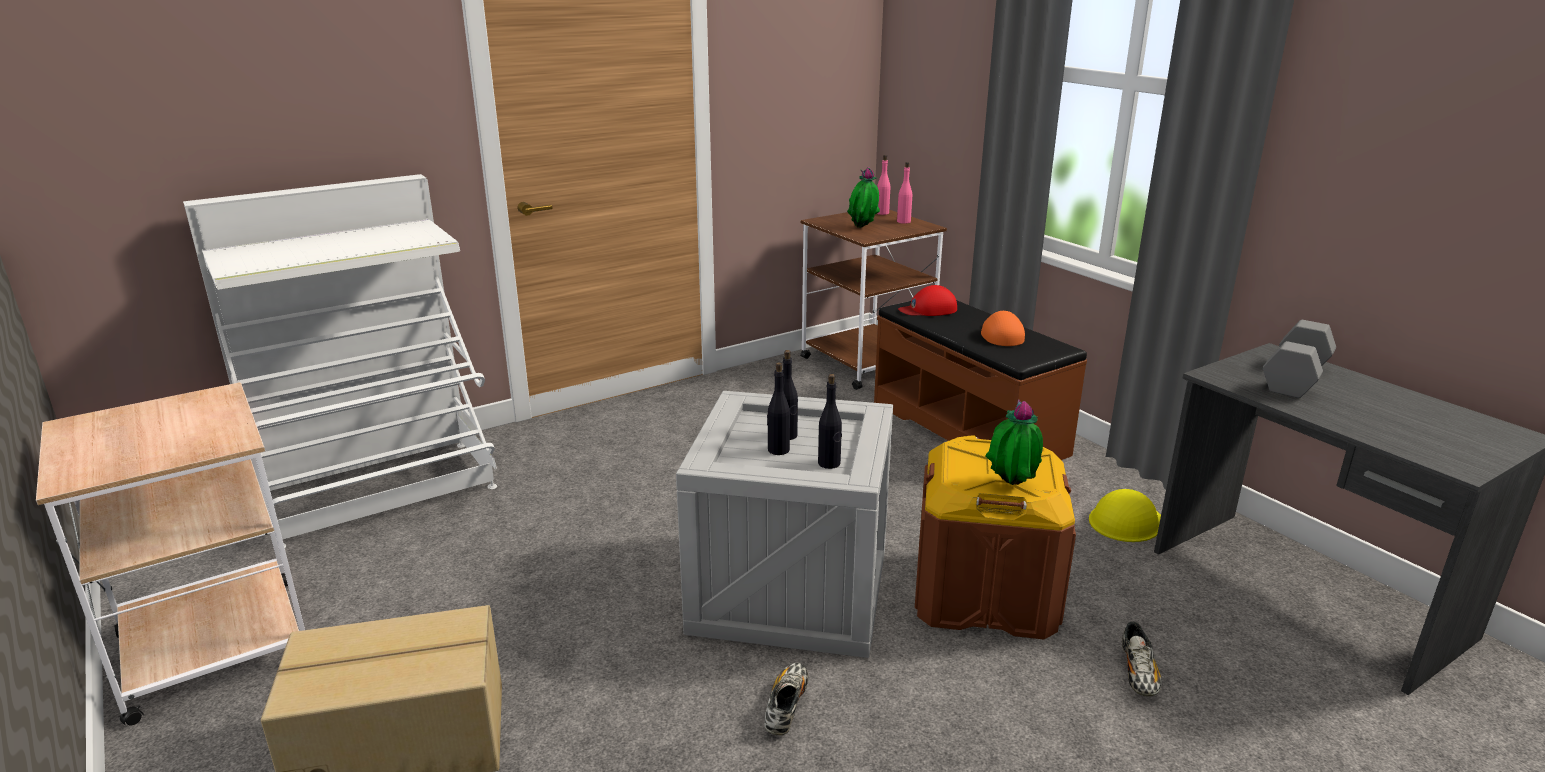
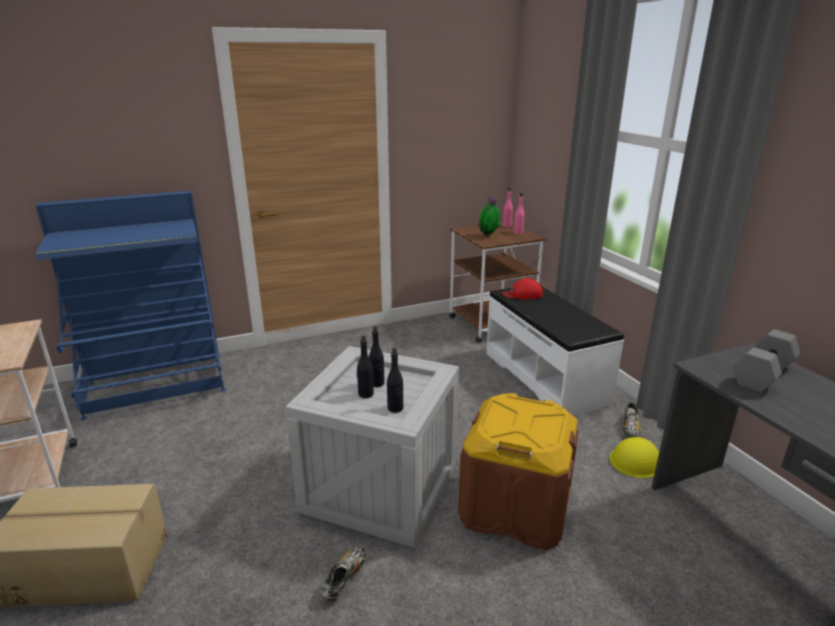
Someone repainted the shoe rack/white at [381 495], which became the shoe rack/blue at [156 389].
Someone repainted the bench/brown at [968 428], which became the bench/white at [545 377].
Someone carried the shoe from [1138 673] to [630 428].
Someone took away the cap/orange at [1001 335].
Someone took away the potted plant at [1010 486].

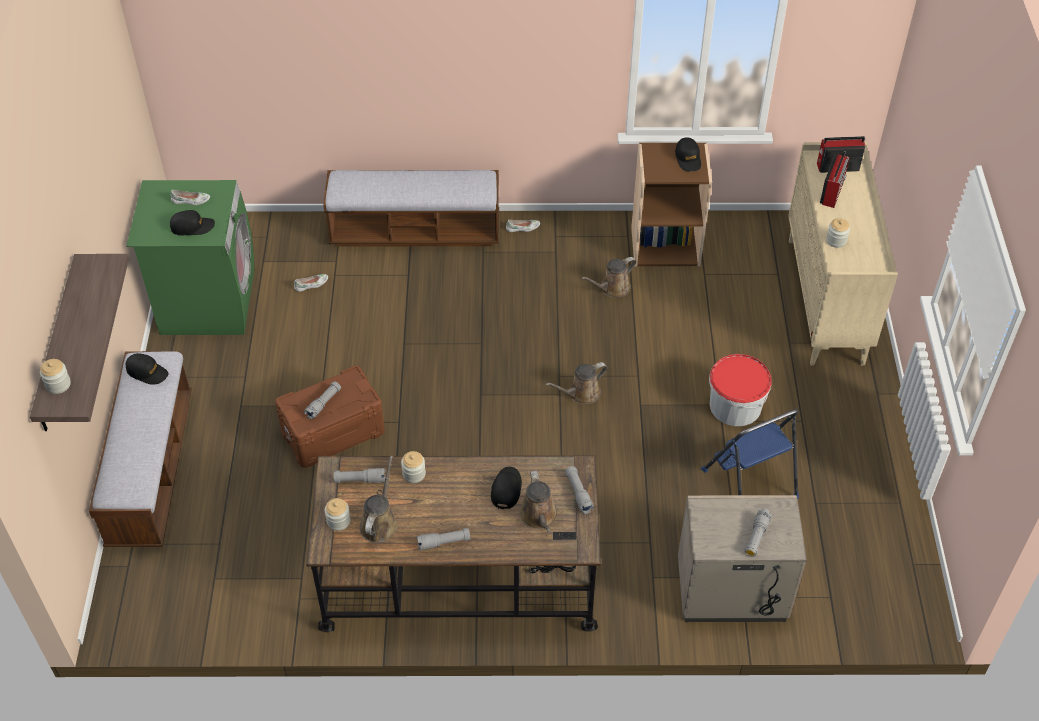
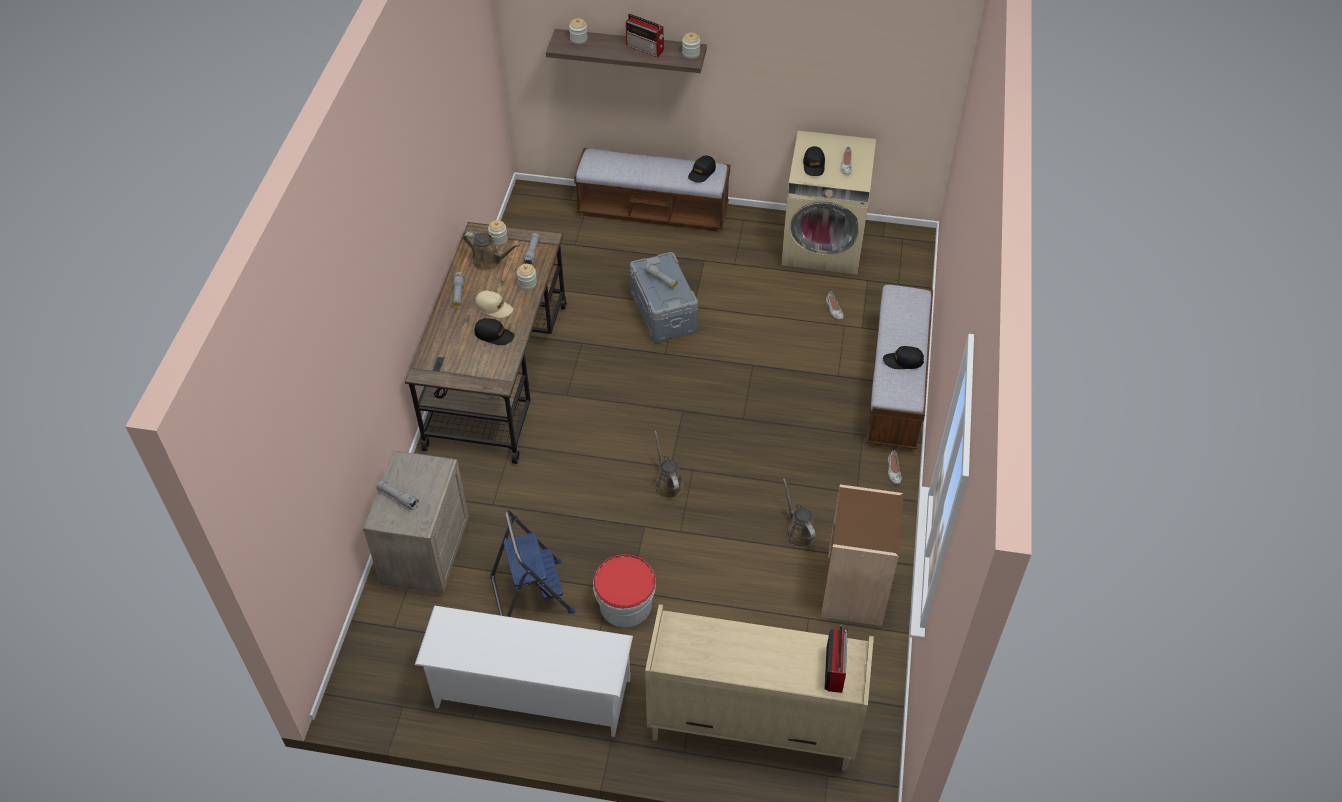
Someone put down the shoe rack/white at [531 693].
Someone put down the cap/beige at [494 307].
Someone carried the radio from [832 192] to [645 48].
Someone repainted the storage box/brown at [332 431], which became the storage box/grey at [664 312].
Someone carried the jar from [836 240] to [691 53].
Someone repainted the washing machine/green at [206 300], which became the washing machine/beige at [824 244].
Someone carried the cap/black from [688 158] to [903 361].
Someone took away the watering can/brown at [539 517].
Someone took away the flashlight/grey at [578 493].

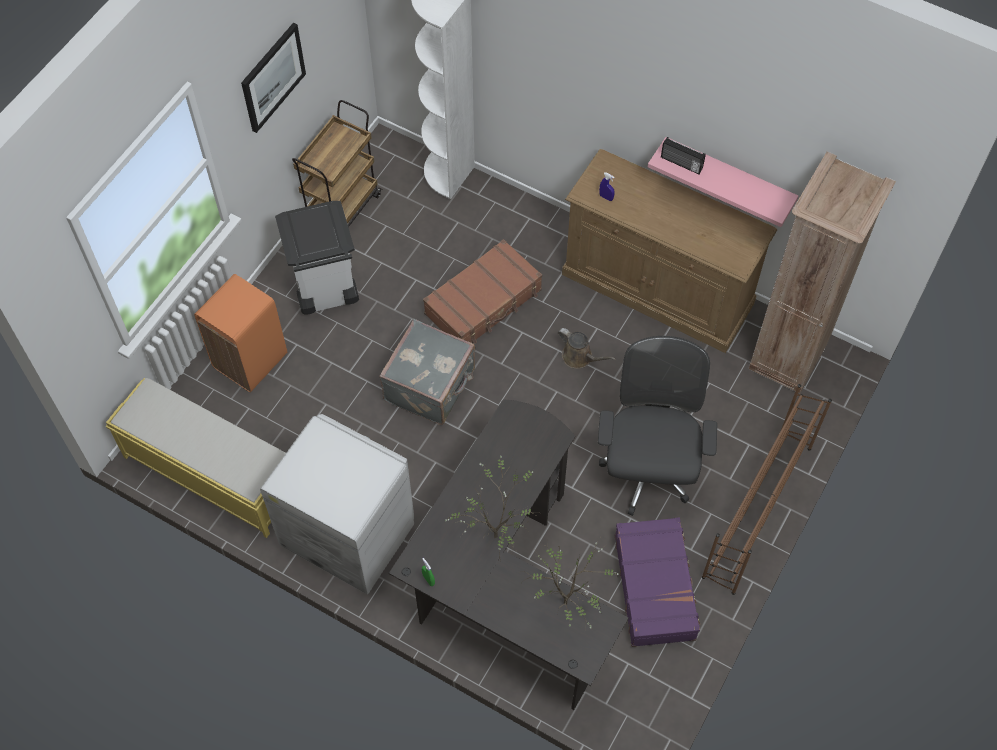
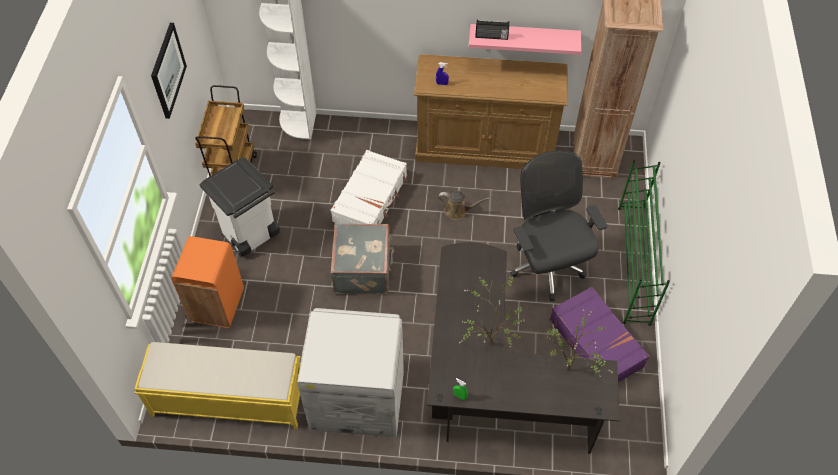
Someone repainted the suitcase/brown at [484 302], which became the suitcase/white at [371 199].
Someone repainted the shoe rack/brown at [756 512], which became the shoe rack/green at [633 264].

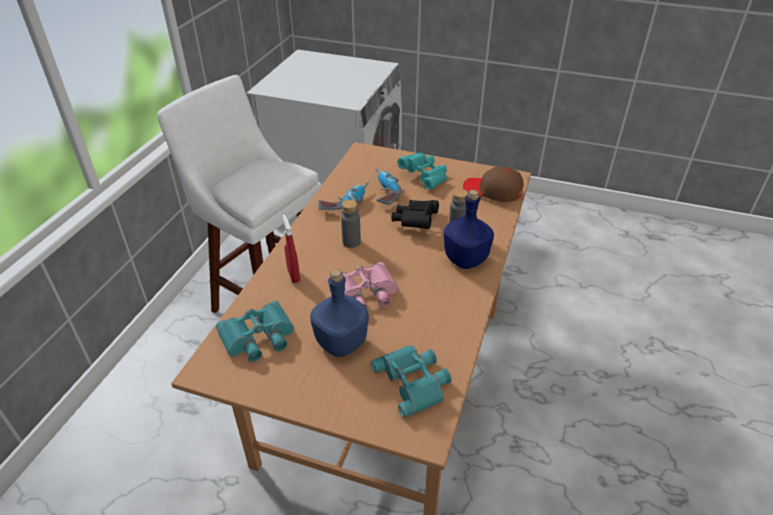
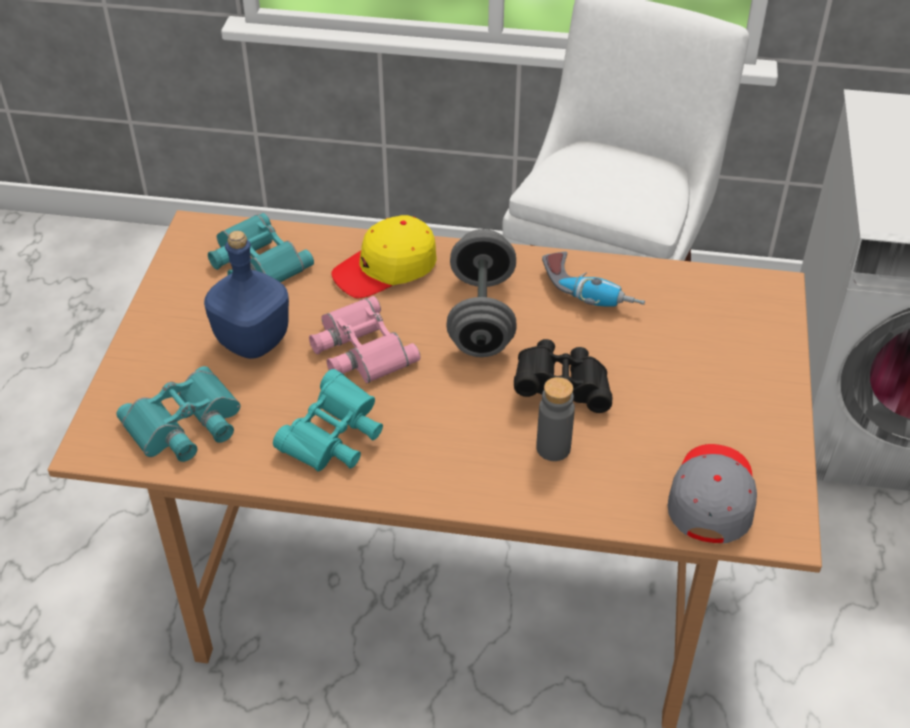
Someone carried the binoculars/turquoise from [425 177] to [333 439].
Someone swapped the spray bottle/red at [293 275] for the cap/yellow at [386 268].
Someone swapped the bottle/grey at [351 242] for the dumbbell/grey at [481 316].
Someone repainted the cap/brown at [492 191], which became the cap/grey at [711 497].
Someone took away the power drill at [383 192].
Someone took away the bottle/blue at [465 260].

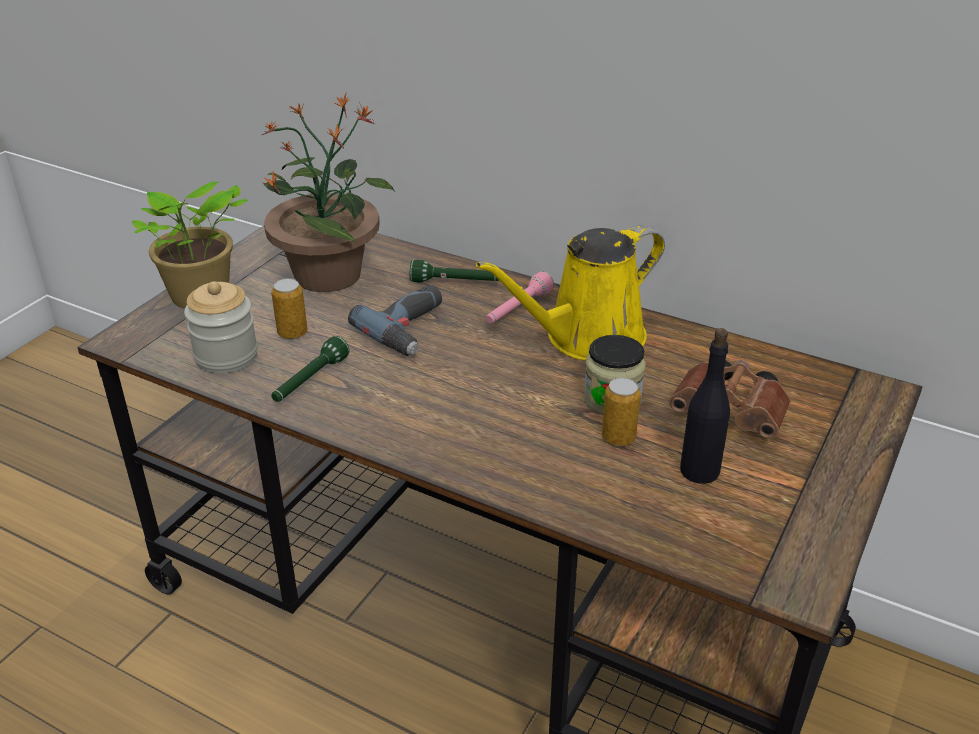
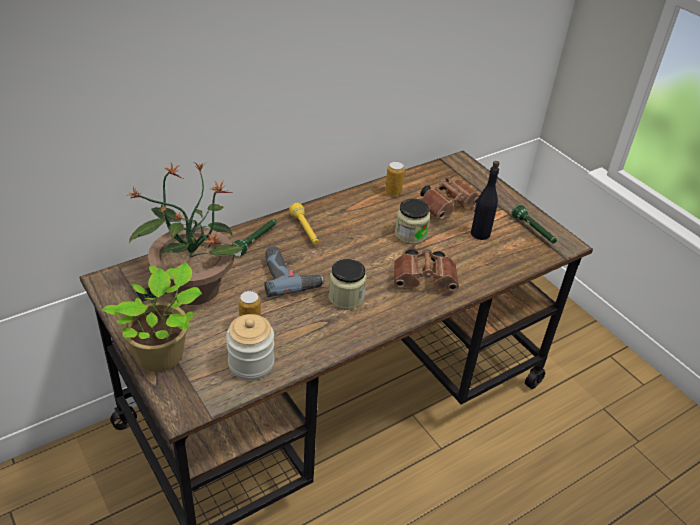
Someone repainted the flashlight/pink at [517 309], which became the flashlight/yellow at [305 230].
Someone put down the jar at [346 297].
Someone carried the can from [618 438] to [393 192].
Someone put down the binoculars/brown at [426 280].
Someone carried the flashlight/green from [309 381] to [533 230].
Someone took away the watering can/yellow at [587 338].

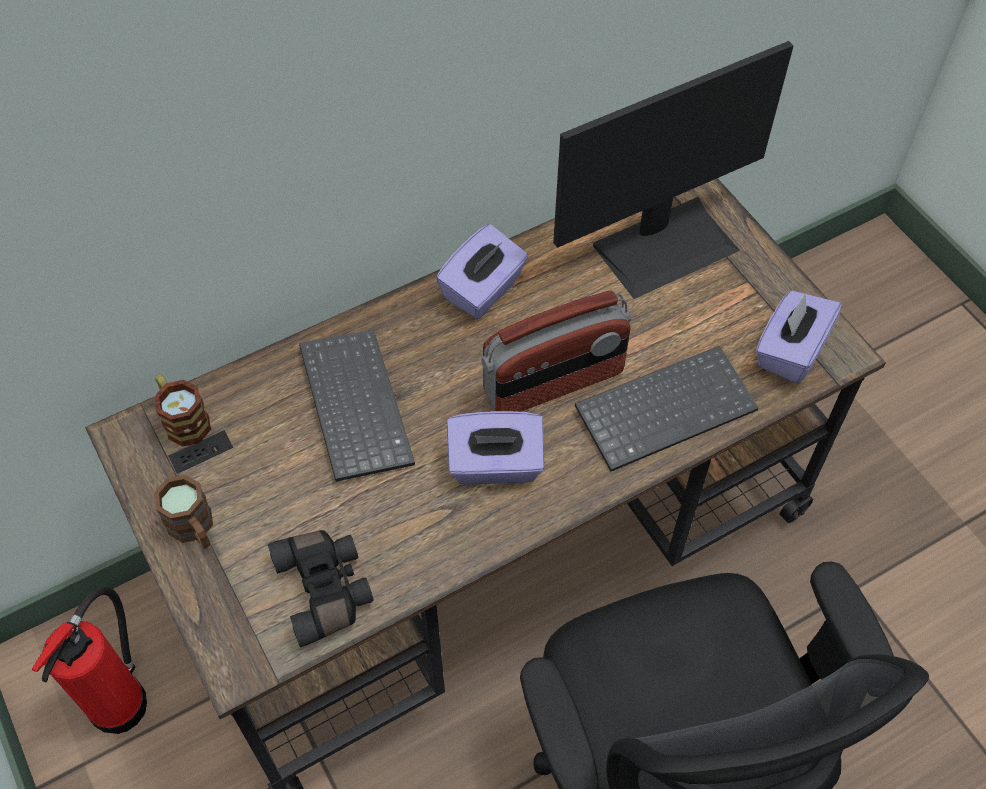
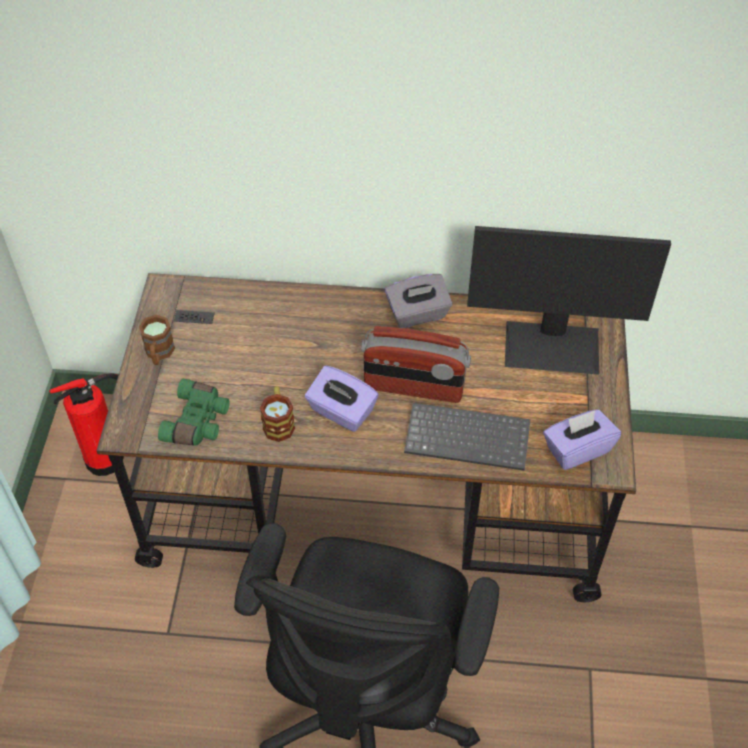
Someone repainted the binoculars/black at [326 589], which became the binoculars/green at [198 422].
Someone carried the mug from [183 419] to [278 422].
Someone repainted the tissue box/purple at [483 290], which became the tissue box/grey at [418 314].
Someone took away the keyboard at [352 404].

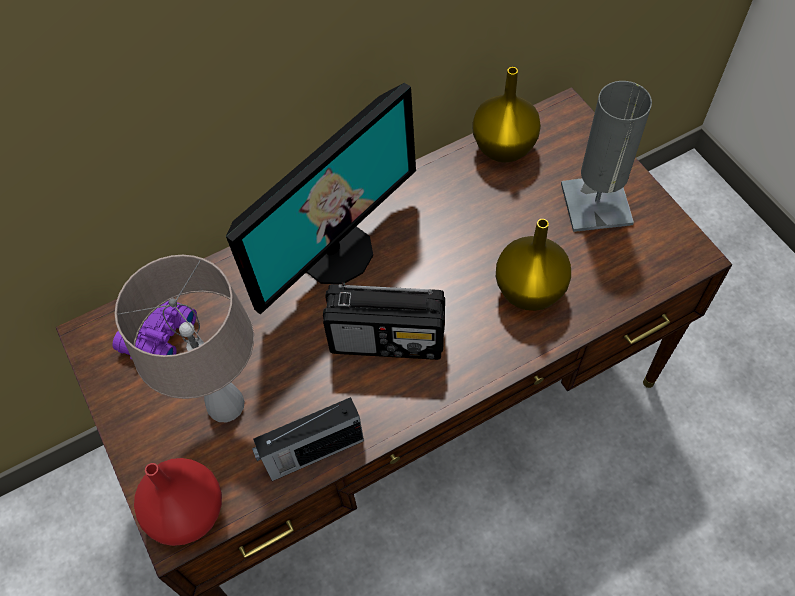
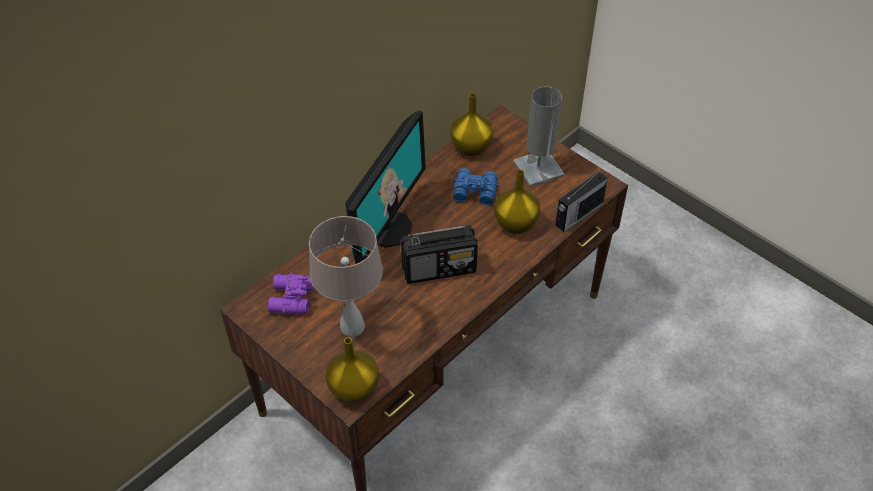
Someone repainted the vase/red at [189 511], which became the vase/yellow at [354 388].
Someone put down the binoculars/blue at [474 190].
Someone carried the radio from [312 452] to [578 215].

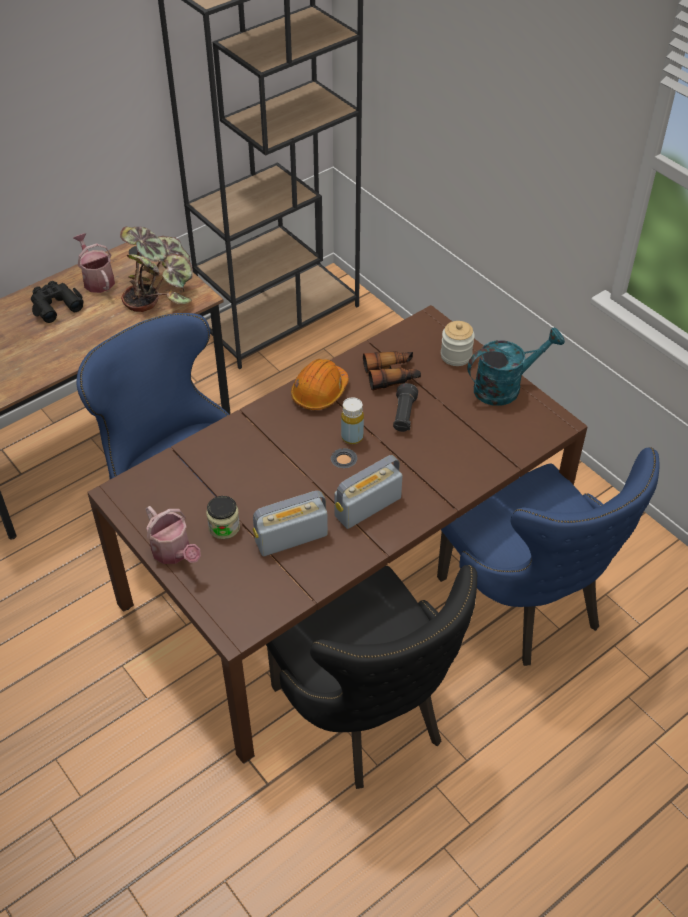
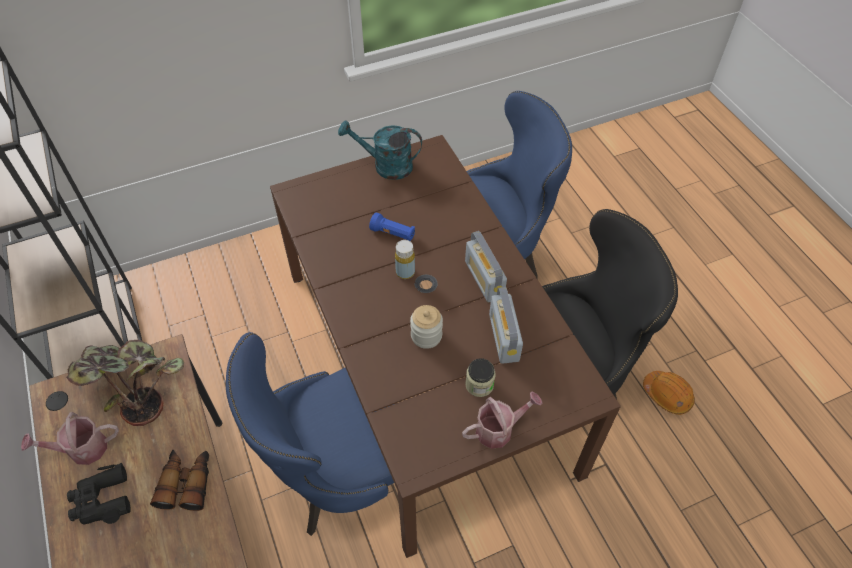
Someone carried the binoculars from [392 375] to [186 482].
Someone rotated the watering can/turquoise at [505 387] by 75 degrees counterclockwise.
Someone repainted the flashlight/black at [403 416], which became the flashlight/blue at [393 234].
Someone carried the jar from [456 356] to [426 336].
Someone carried the hard hat/orange from [319 392] to [667 395].

